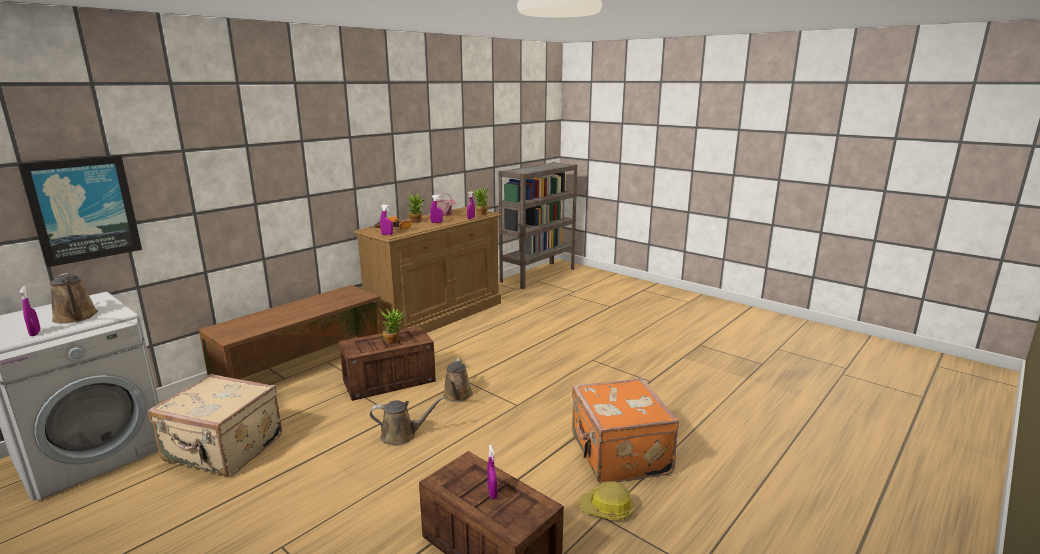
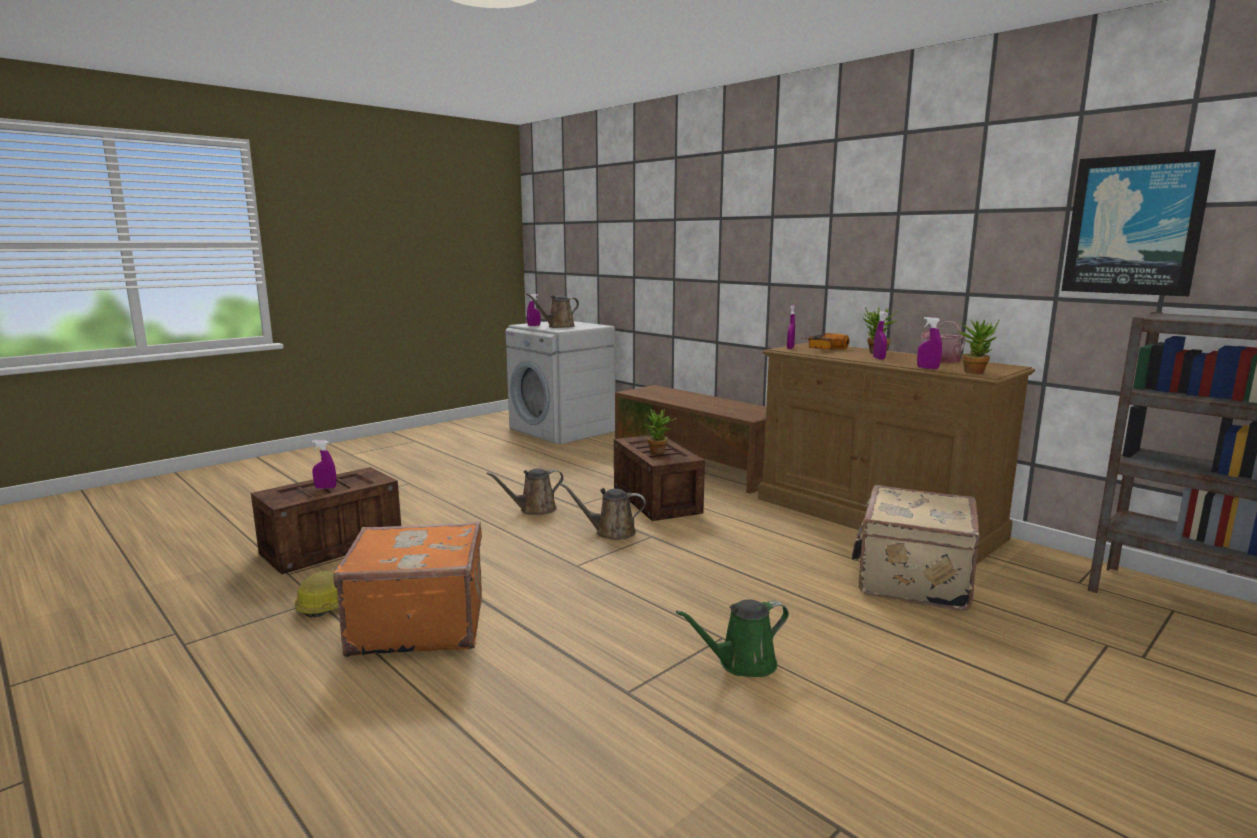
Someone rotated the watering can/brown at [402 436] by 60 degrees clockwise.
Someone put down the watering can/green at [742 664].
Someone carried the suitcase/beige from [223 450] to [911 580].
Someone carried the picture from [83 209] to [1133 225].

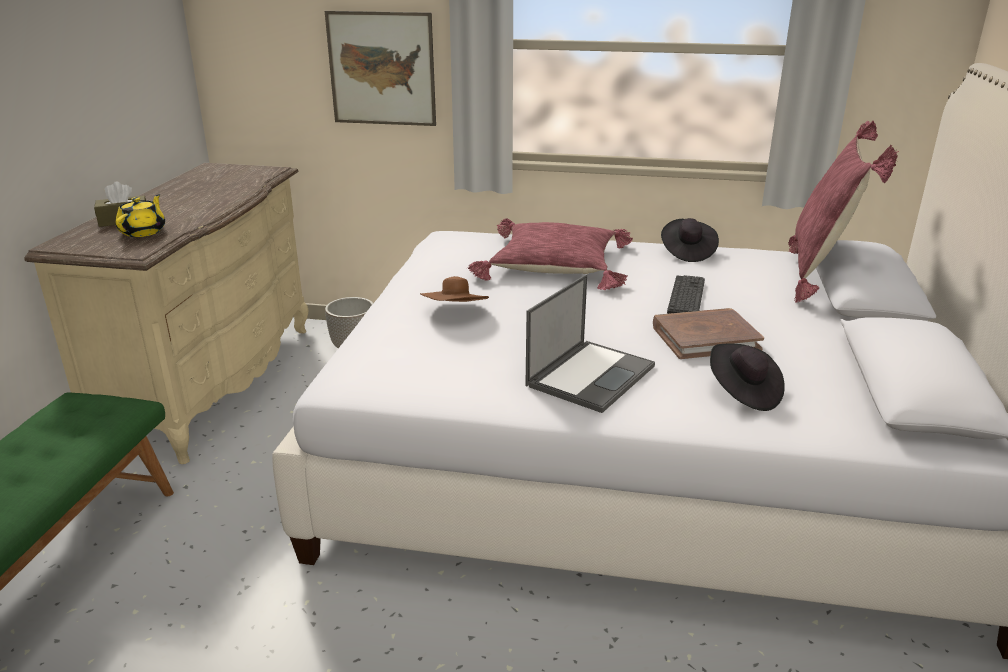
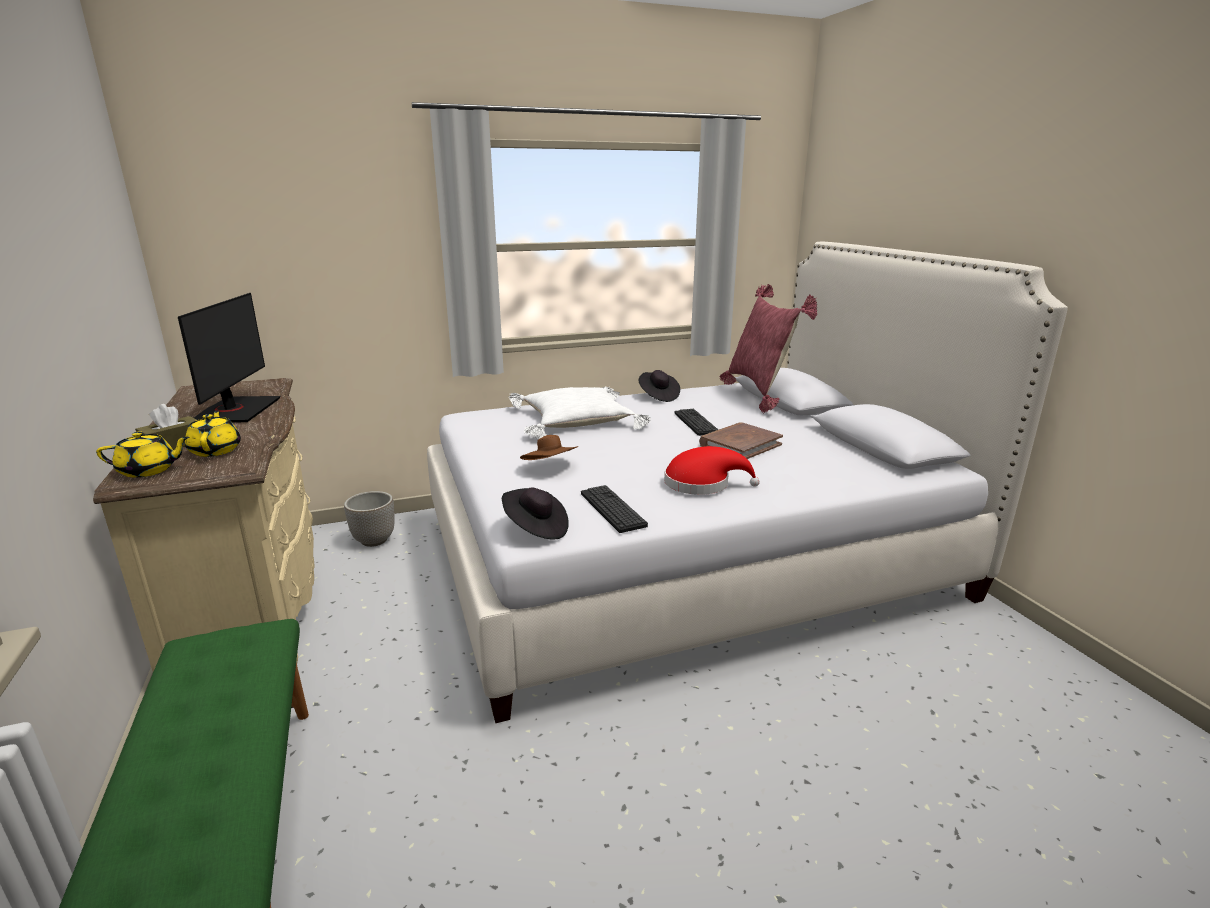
Someone put down the teapot/yellow at [149 470].
Someone put down the monitor at [236 410].
Someone carried the hat/black from [743 392] to [536 528].
Someone repainted the pillow/red at [554 261], which became the pillow/white at [575 418].
Someone put down the keyboard at [612 509].
Someone swapped the laptop at [591 375] for the hat/red at [702 484].
Someone took away the picture at [382 69].

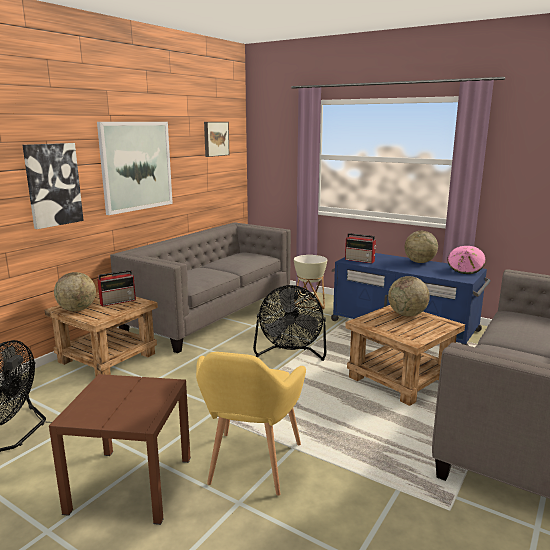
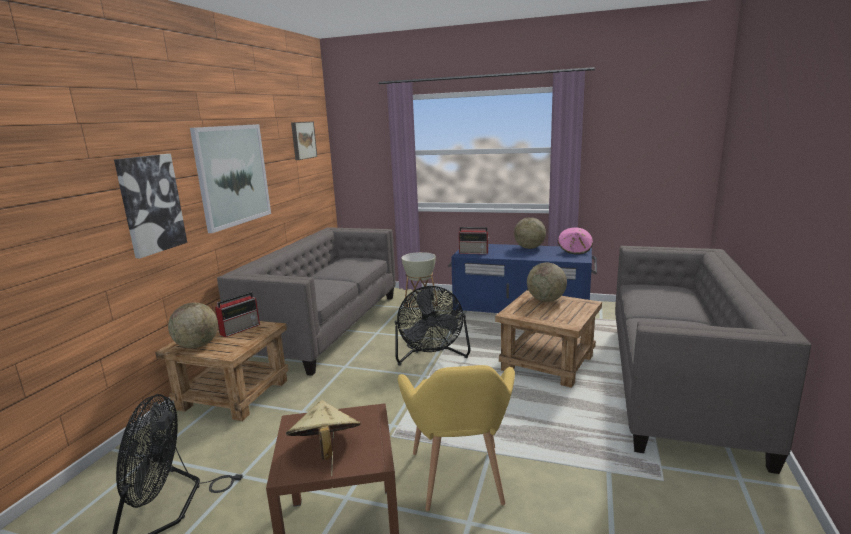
Someone put down the hat/beige at [325 448].

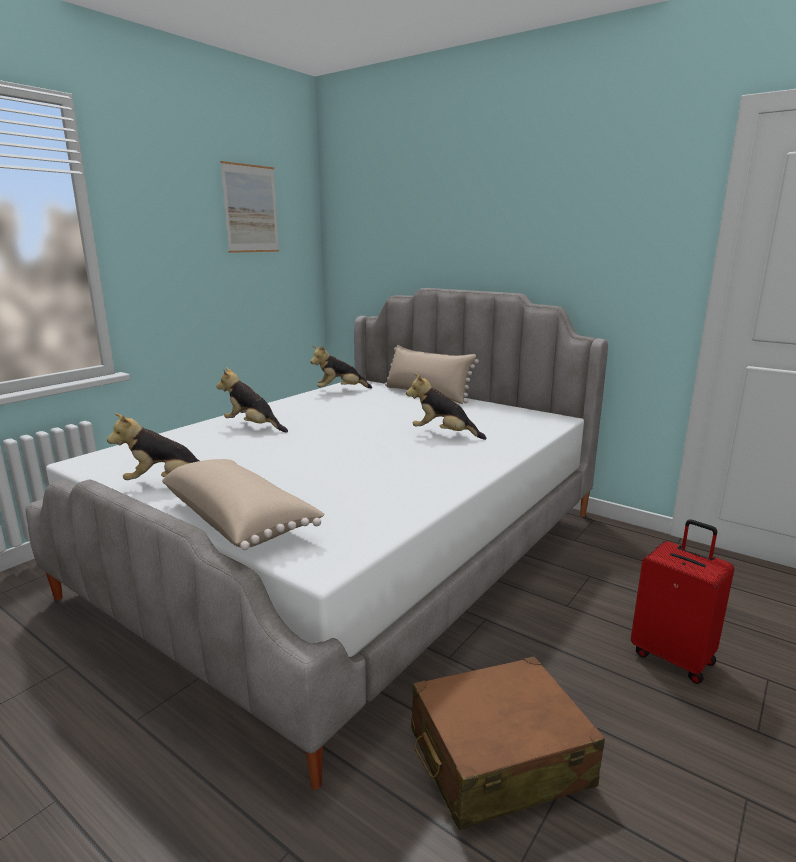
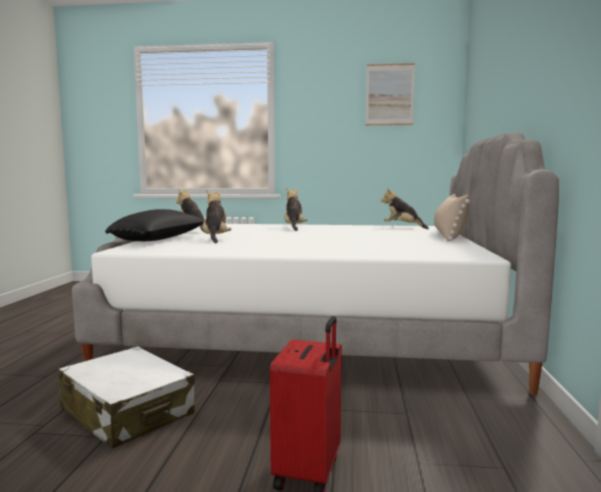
Someone repainted the suitcase/brown at [498 758], which became the suitcase/white at [127 412].
Someone repainted the pillow/beige at [239 520], which became the pillow/black at [161 240].
Someone carried the plush toy from [443 434] to [215 239].

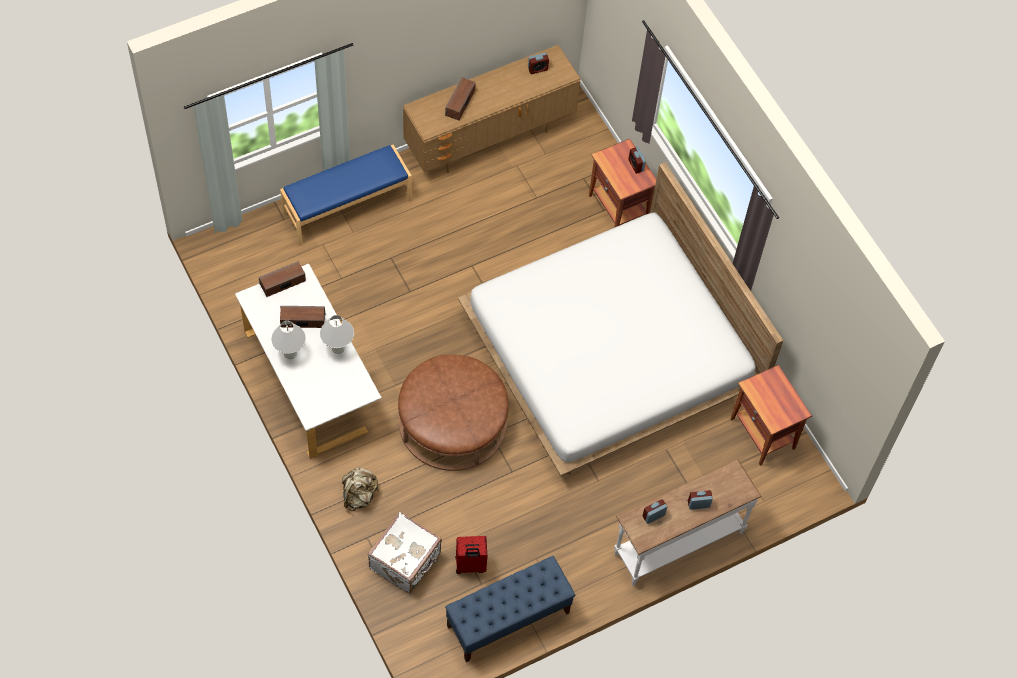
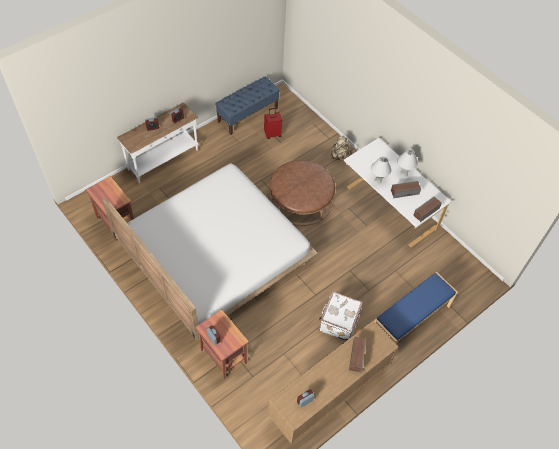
Someone carried the suitcase/white from [406 561] to [338 322].

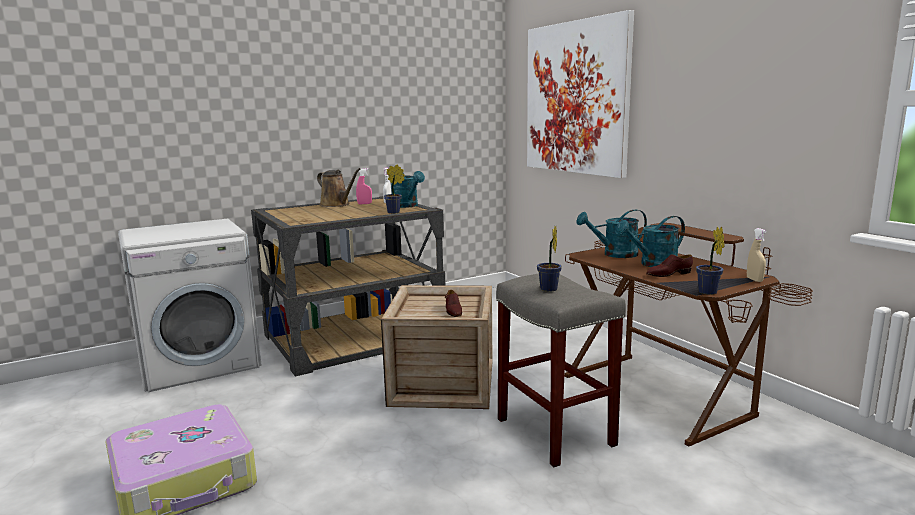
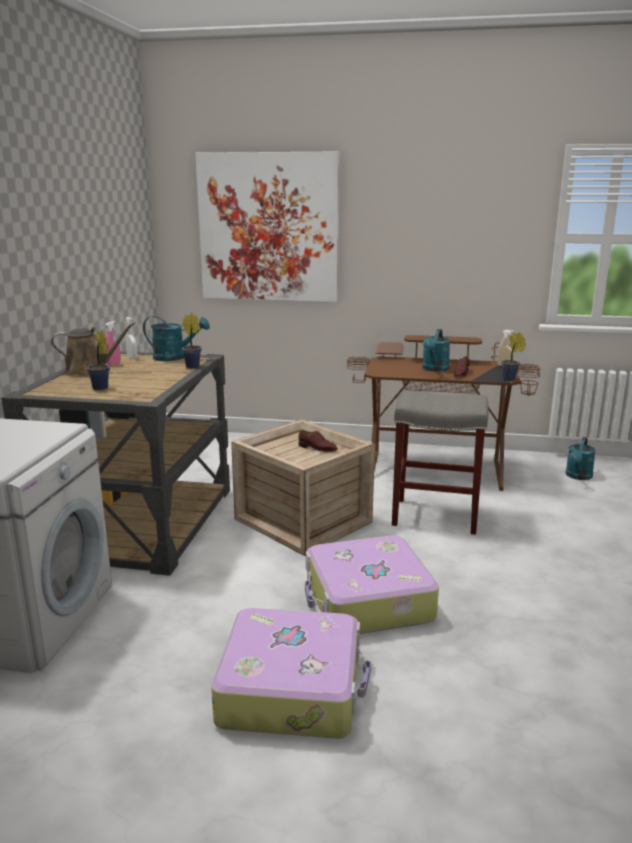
Someone carried the potted plant from [549 290] to [101 388].
Someone put down the suitcase at [367 601].
Someone carried the watering can/turquoise from [614 254] to [578 476].

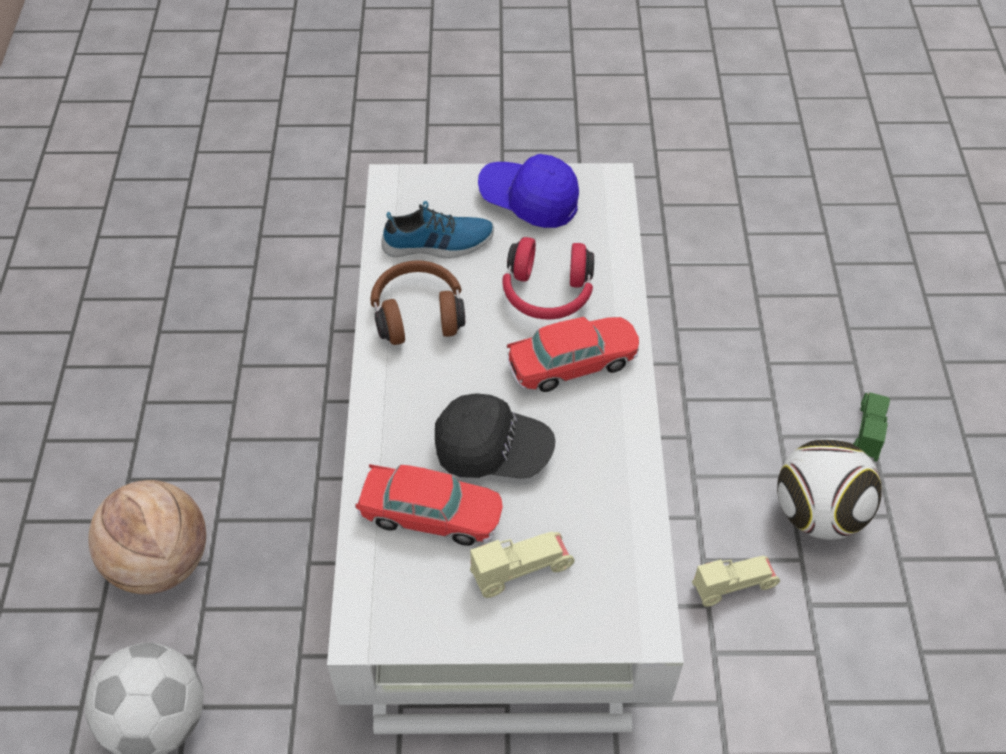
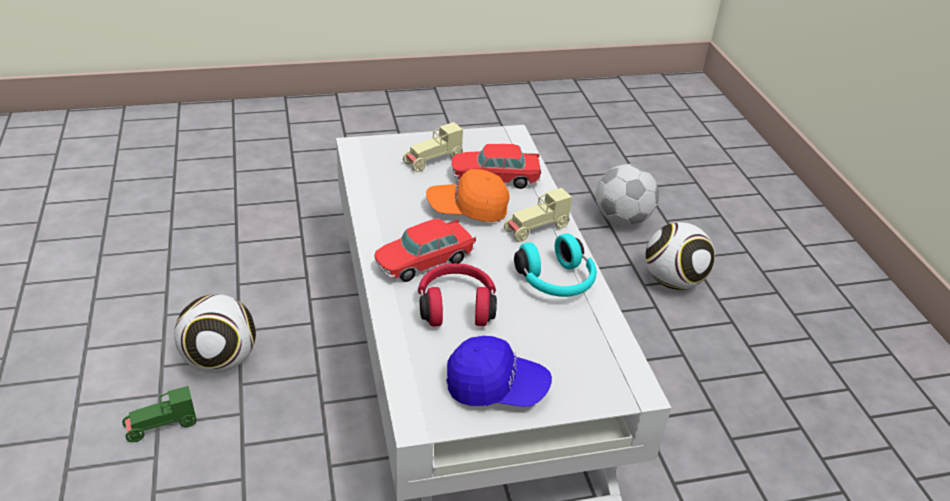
Someone rotated the toy car/green at [867 431] by 60 degrees clockwise.
Someone repainted the cap/black at [493 450], which became the cap/orange at [467 209].
Someone carried the toy car/beige from [734 585] to [536 229].
Someone repainted the headphones/brown at [418 313], which became the headphones/turquoise at [556 282].
Someone swapped the basketball at [161 563] for the football at [673 281].
Someone took away the shoe at [438 243].

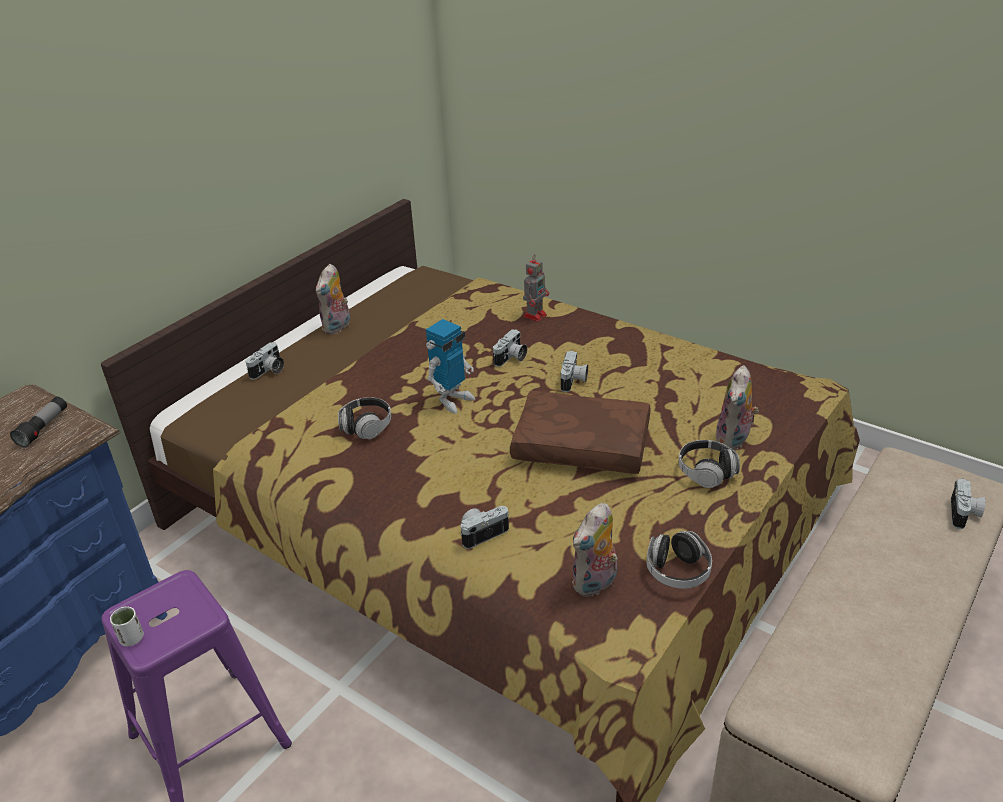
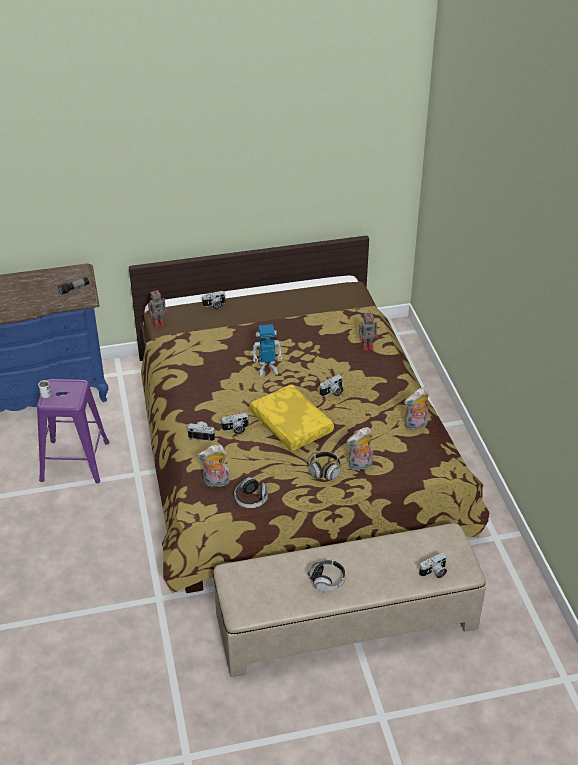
Someone put down the toy robot at [159 323].
Someone carried the photo camera from [511 358] to [236 429].
Someone repainted the pillow/brown at [580 446], which became the pillow/yellow at [289 425].
Someone carried the headphones from [366 427] to [327 580].
Someone carried the plush toy from [337 327] to [416 425].

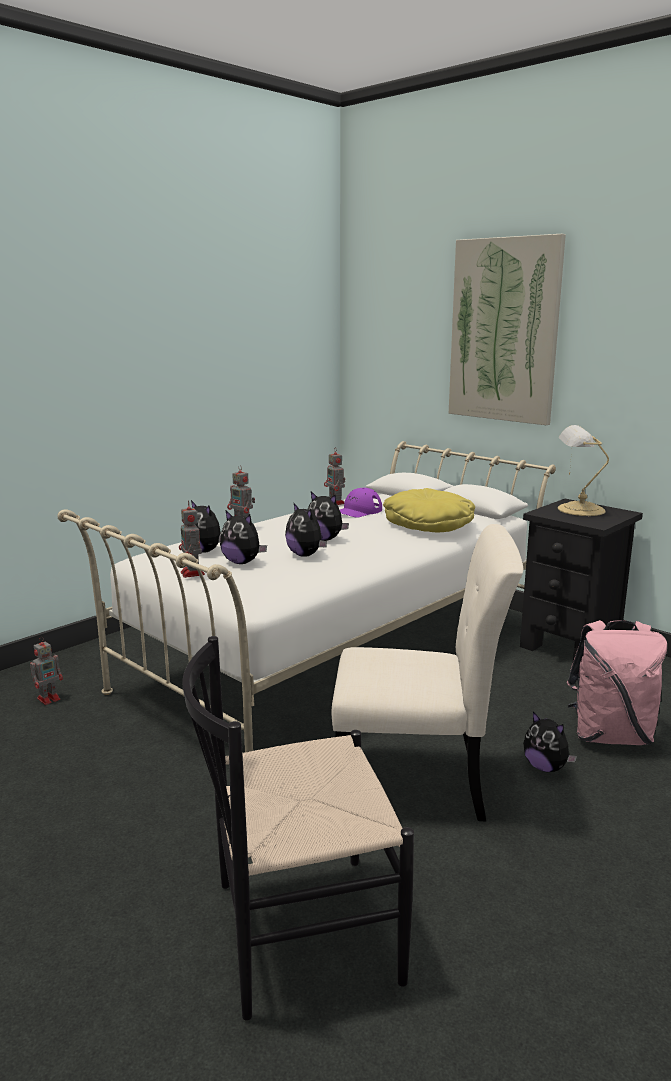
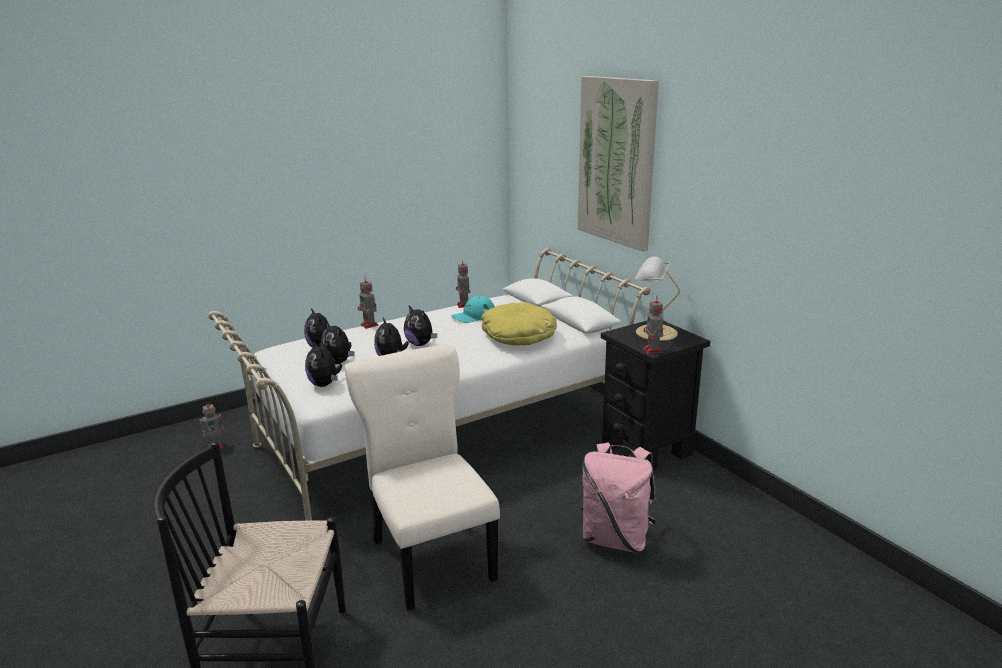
Someone carried the plush toy from [545 767] to [325 384].
Someone rotated the chair/beige at [418 784] by 135 degrees counterclockwise.
Someone repainted the cap/purple at [358 511], which became the cap/turquoise at [473 316].
Someone carried the toy robot from [193 574] to [653 351].

